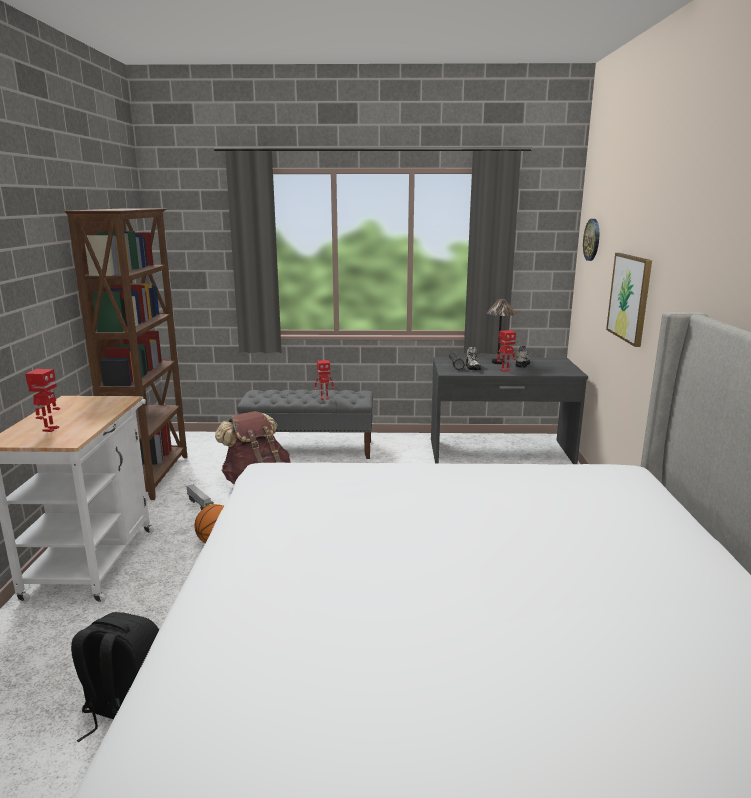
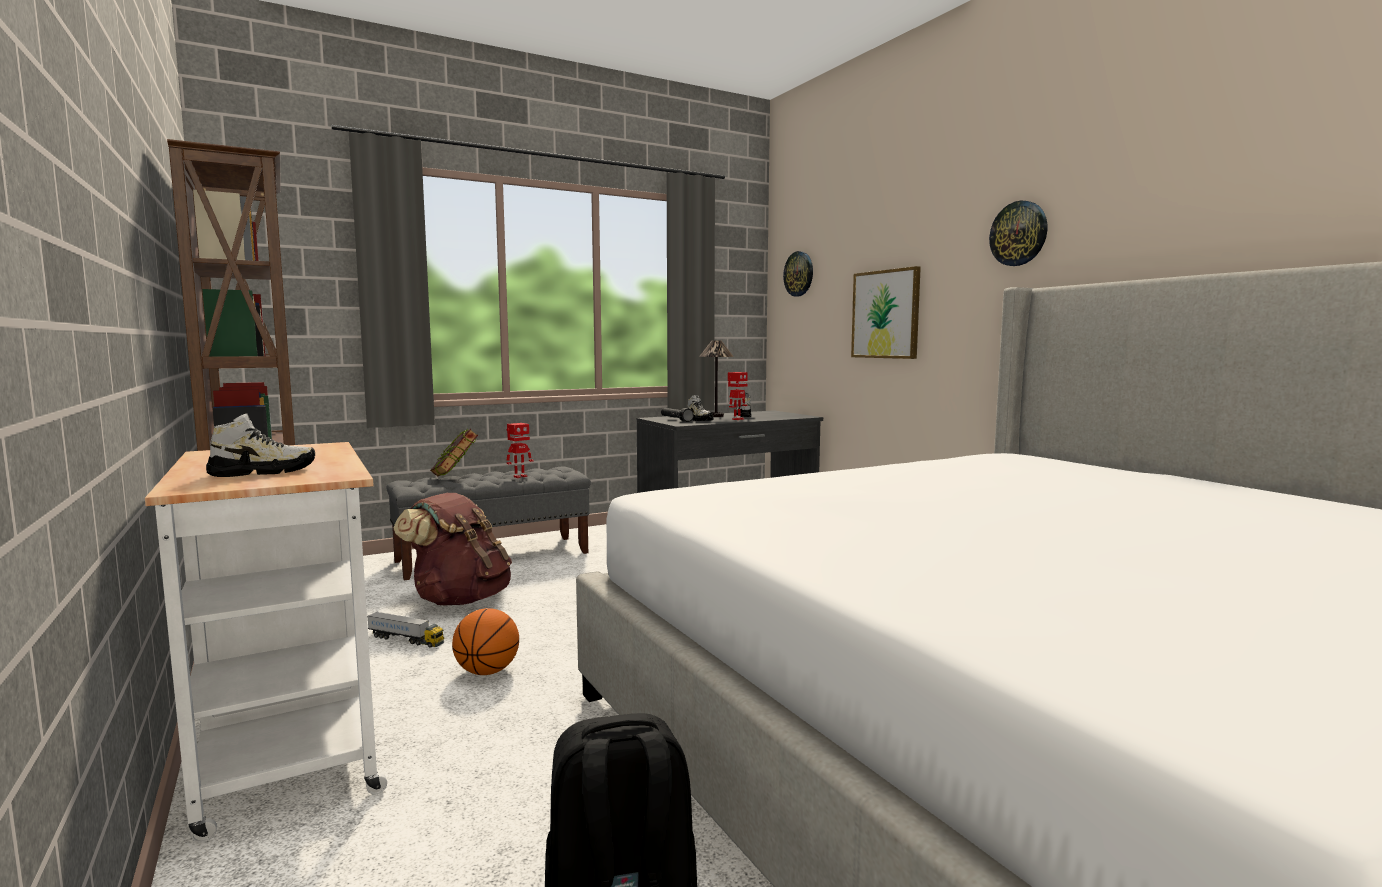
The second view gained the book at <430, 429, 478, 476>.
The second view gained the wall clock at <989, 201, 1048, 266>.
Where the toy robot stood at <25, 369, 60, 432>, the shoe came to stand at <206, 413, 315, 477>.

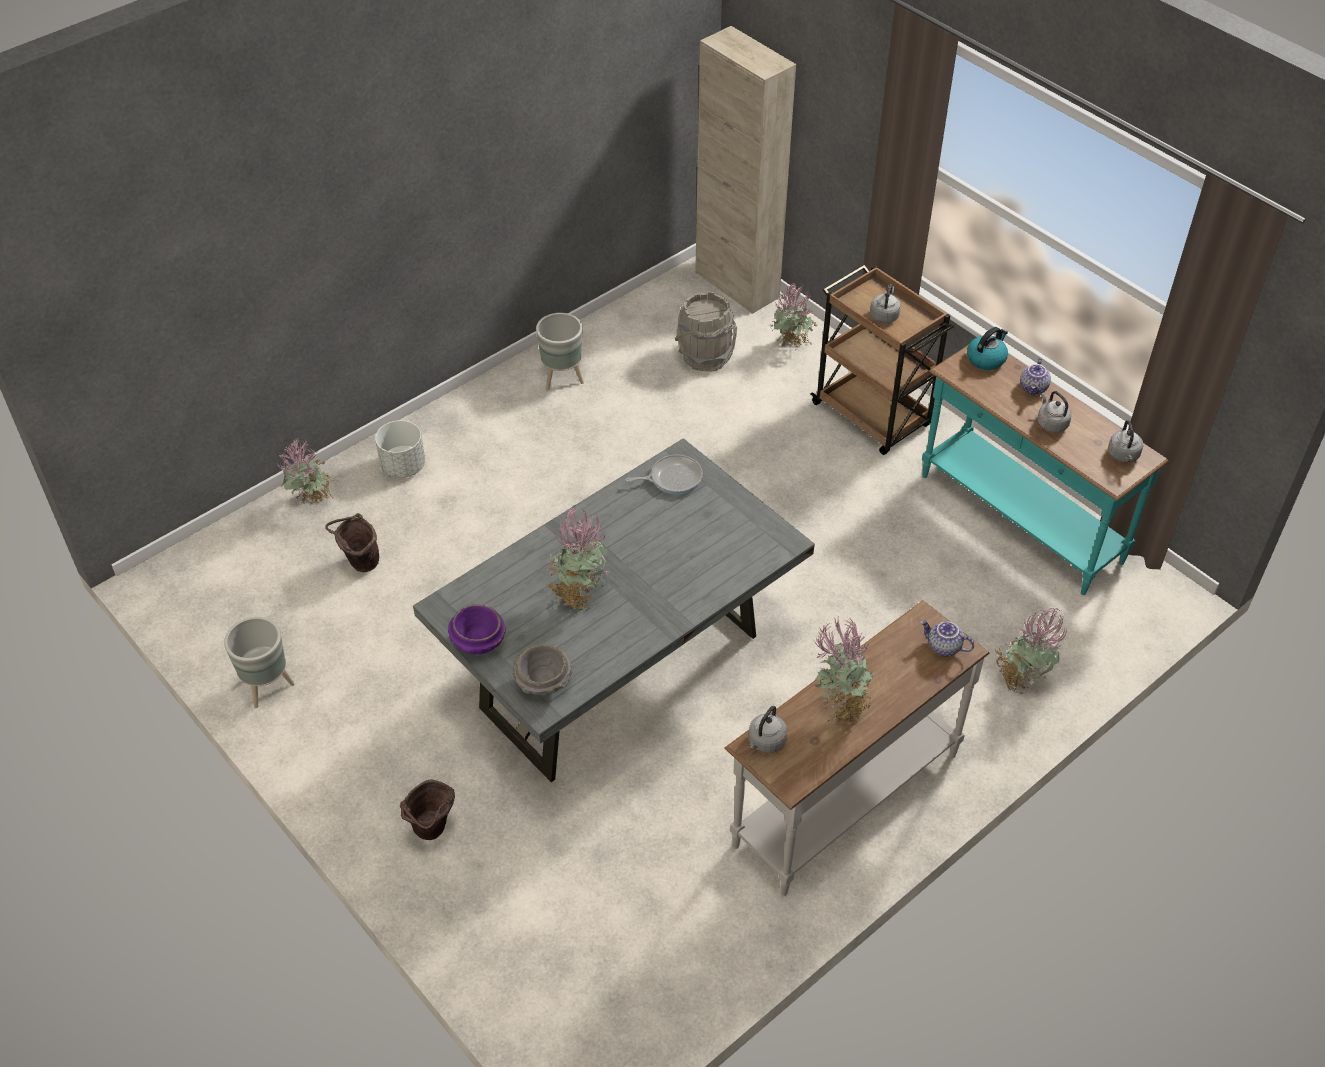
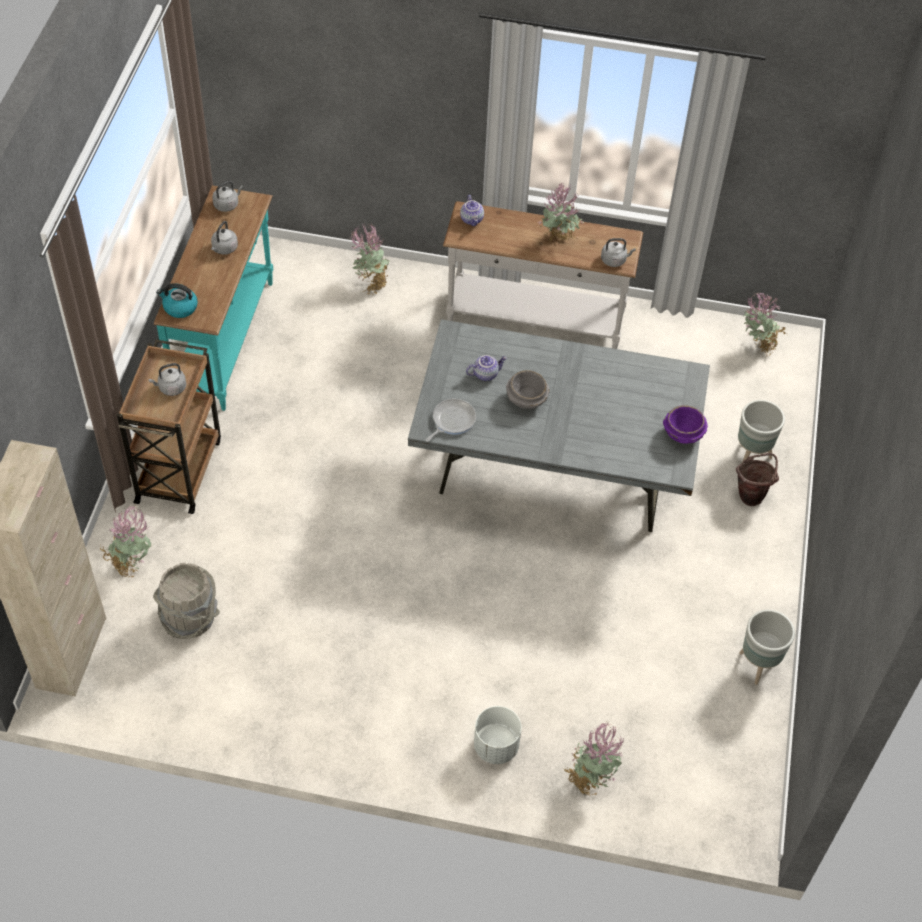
The second view lost the bucket (brown) at <325, 513, 379, 572>.
The bowl (grey) ended up elsewhere, having gone from <513, 644, 572, 695> to <506, 370, 550, 409>.
The planter (grey) ended up elsewhere, having gone from <536, 313, 584, 391> to <738, 400, 785, 463>.
The potted plant ended up elsewhere, having gone from <547, 505, 608, 612> to <743, 292, 786, 356>.
The teapot ended up elsewhere, having gone from <1020, 358, 1051, 395> to <466, 355, 507, 381>.
The frying pan at <626, 455, 703, 494> ended up facing another way, 90 degrees clockwise from before.

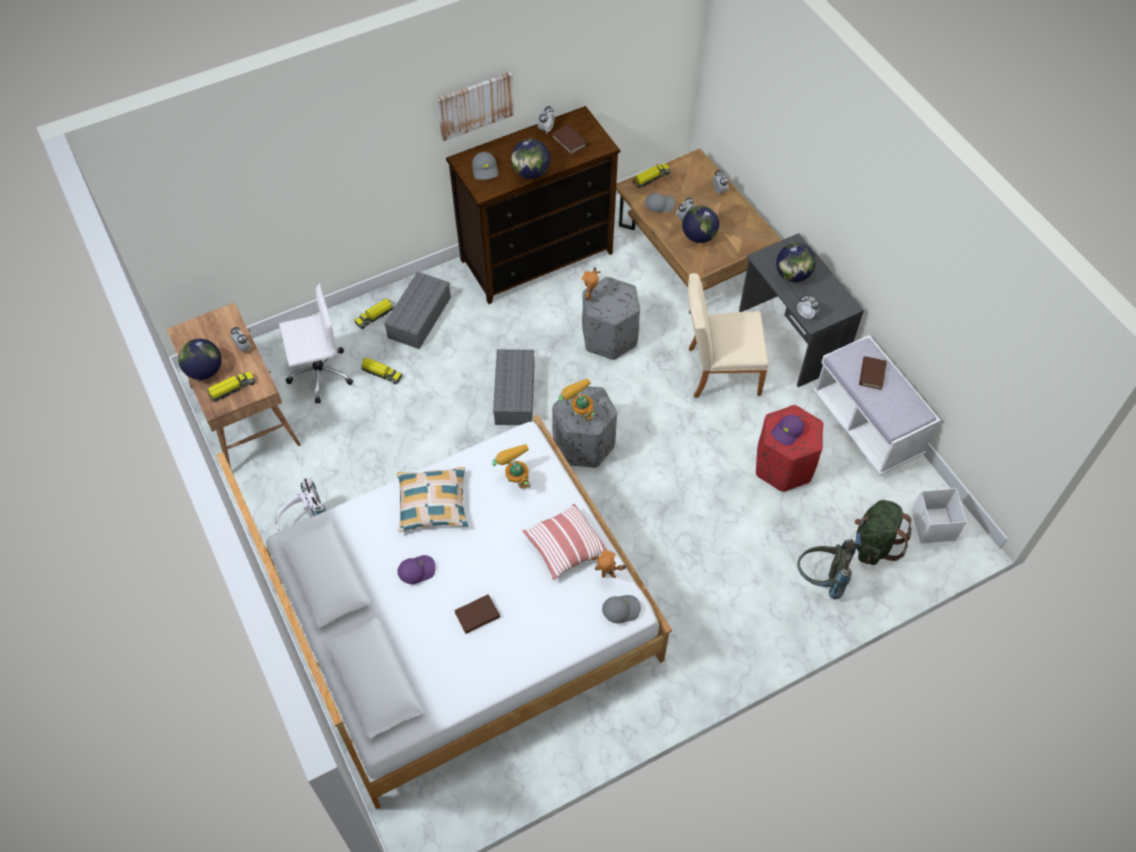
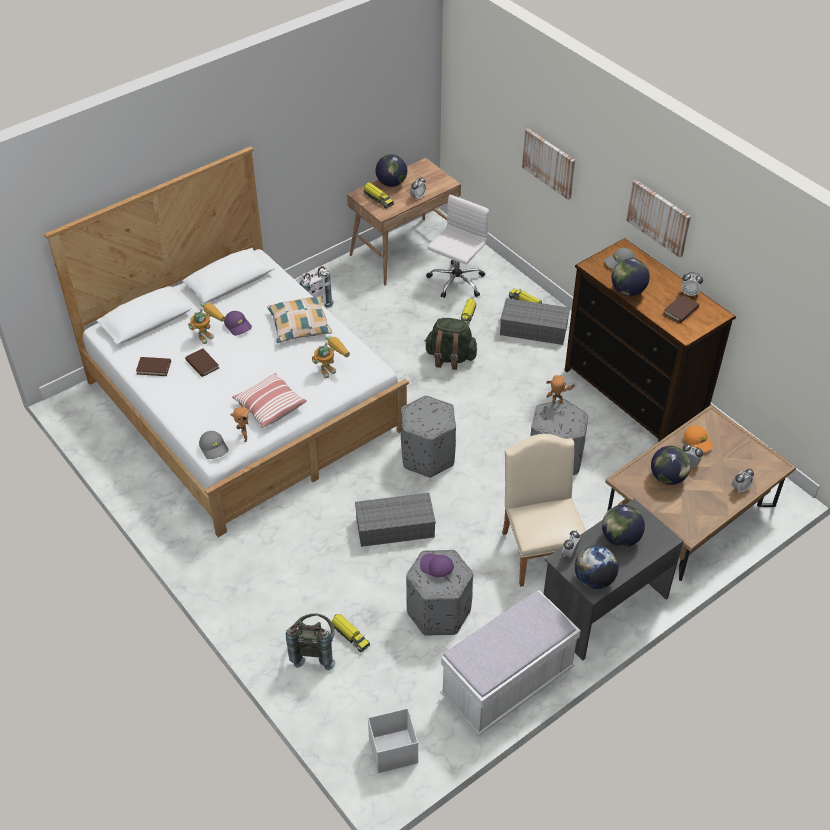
The second view gained the picture at <522, 128, 575, 200>.
The second view gained the globe at <575, 545, 619, 589>.
The storage box (grey) ended up elsewhere, having gone from <493, 349, 534, 425> to <355, 493, 436, 547>.
The toy robot ended up elsewhere, having gone from <558, 379, 595, 421> to <188, 303, 225, 344>.
The toy truck ended up elsewhere, having gone from <632, 163, 670, 188> to <332, 614, 370, 652>.
The backpack (green) ended up elsewhere, having gone from <855, 500, 912, 565> to <424, 318, 477, 370>.
The book (brown) ended up elsewhere, having gone from <859, 356, 887, 390> to <136, 357, 171, 376>.
What was the cap (grey) at <645, 193, 675, 212> turned into the cap (orange) at <684, 426, 713, 452>.
What was the ottoman (red) at <756, 405, 823, 492> turned into the ottoman (grey) at <406, 550, 473, 636>.
The office chair (white) at <279, 284, 353, 404> ended up facing another way, 120 degrees counterclockwise from before.

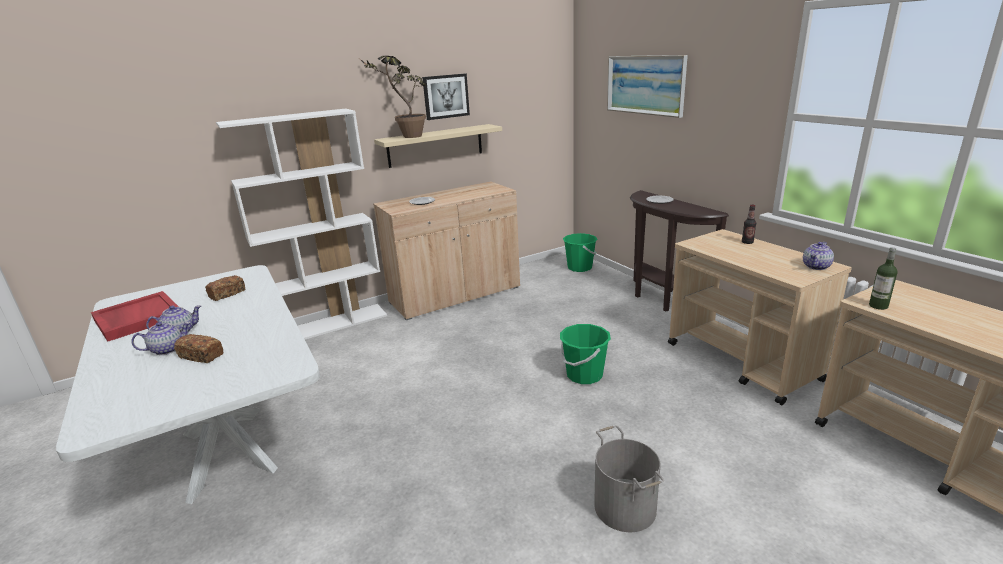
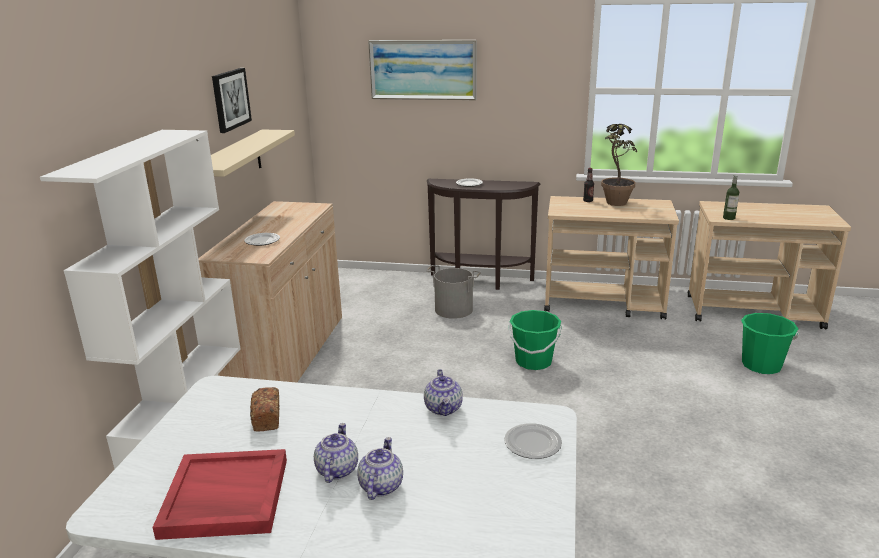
The second view lost the bread at <174, 334, 223, 363>.
The second view gained the plate at <504, 423, 562, 459>.
The potted plant ended up elsewhere, having gone from <360, 56, 426, 138> to <601, 124, 637, 206>.
The bucket (green) ended up elsewhere, having gone from <563, 233, 597, 272> to <741, 313, 798, 374>.
The bucket (grey) ended up elsewhere, having gone from <594, 425, 664, 532> to <426, 265, 481, 319>.
The teapot ended up elsewhere, having gone from <803, 242, 834, 270> to <424, 369, 463, 416>.

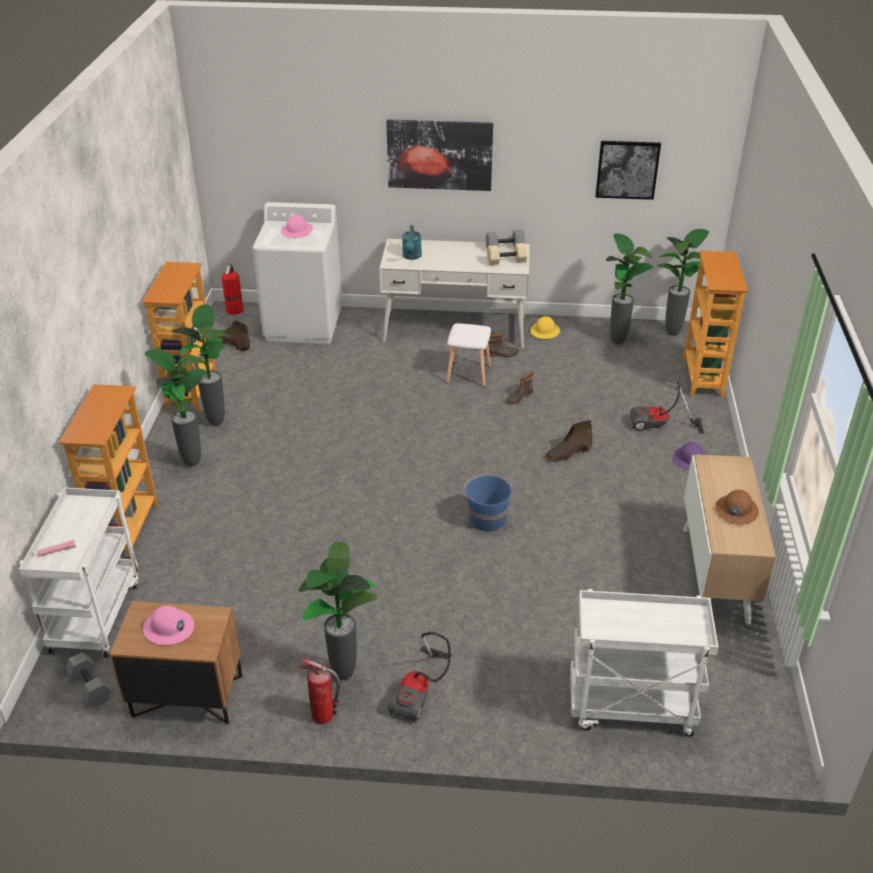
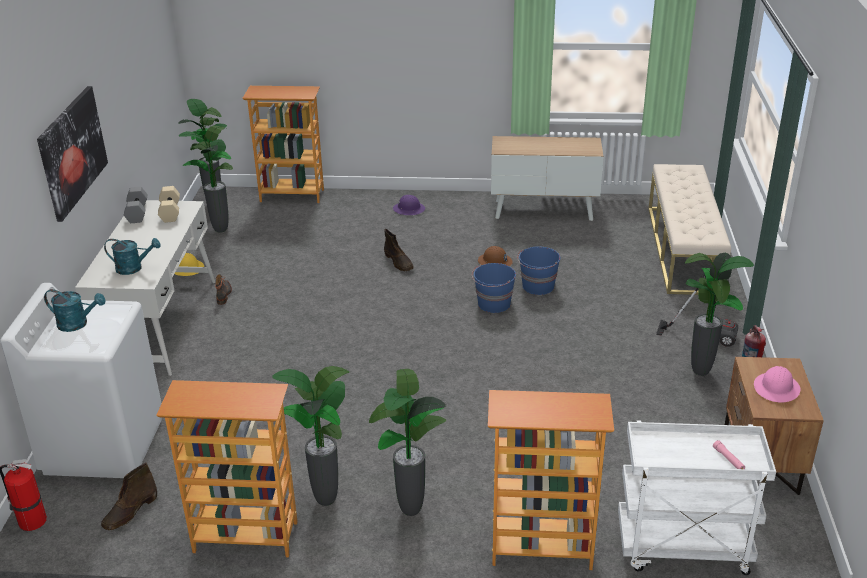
The second view lost the dumbbell (grey) at <66, 652, 111, 707>.
The second view lost the stool (white) at <446, 323, 491, 387>.
The second view lost the boot at <506, 371, 534, 404>.
The second view lost the picture at <595, 141, 661, 200>.
The second view lost the vacuum cleaner at <630, 381, 704, 434>.
The second view gained the bucket (blue) at <517, 246, 560, 295>.
The hard hat (brown) ended up elsewhere, having gone from <715, 490, 759, 525> to <478, 246, 513, 266>.
Where the hard hat (pink) stood at <281, 215, 313, 238>, the watering can (turquoise) came to stand at <44, 289, 106, 332>.
Where the cart (white) stood at <570, 589, 718, 737>, the bench (beige) came to stand at <649, 164, 731, 295>.

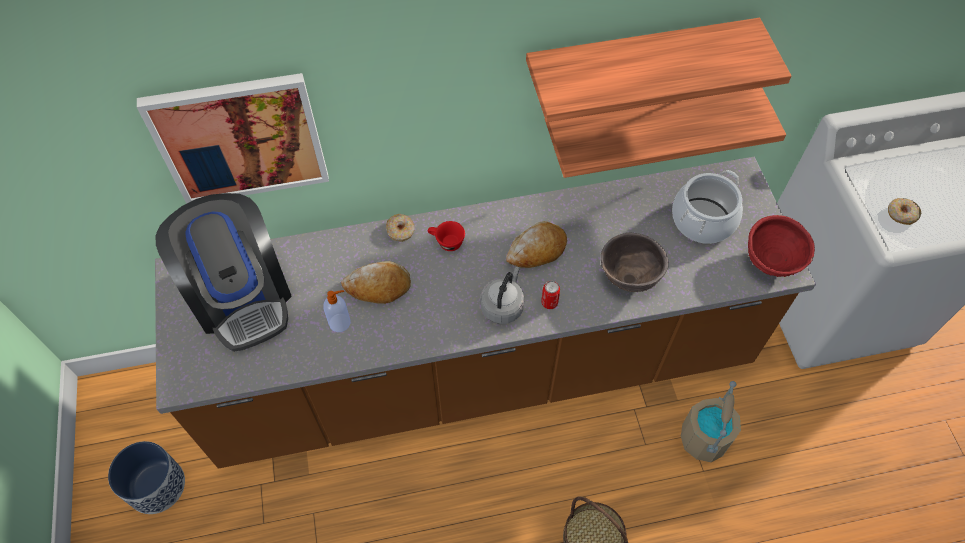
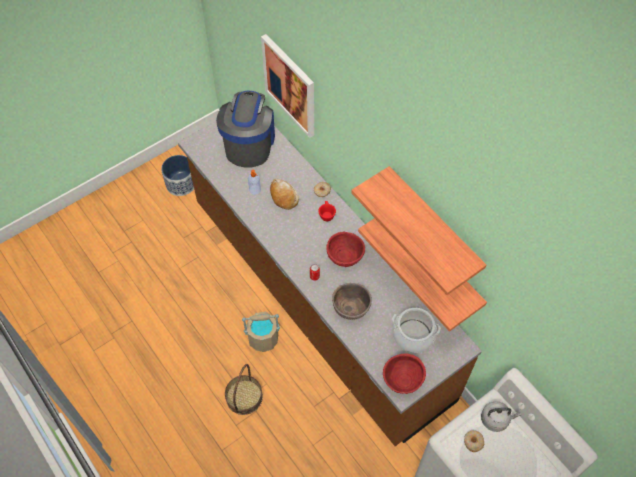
The kettle (grey) ended up elsewhere, having gone from <480, 267, 525, 324> to <481, 401, 521, 432>.
The bucket (beige) ended up elsewhere, having gone from <681, 381, 741, 463> to <242, 312, 280, 352>.
Where the bread stood at <506, 221, 567, 268>, the bowl (red) came to stand at <326, 232, 365, 267>.
The coffee machine at <155, 193, 292, 352> ended up facing another way, 150 degrees clockwise from before.

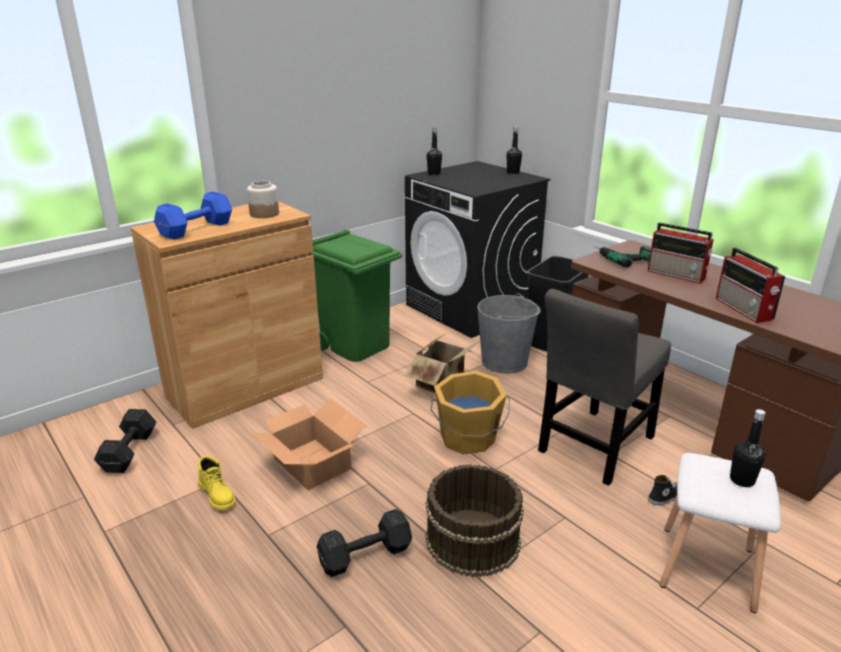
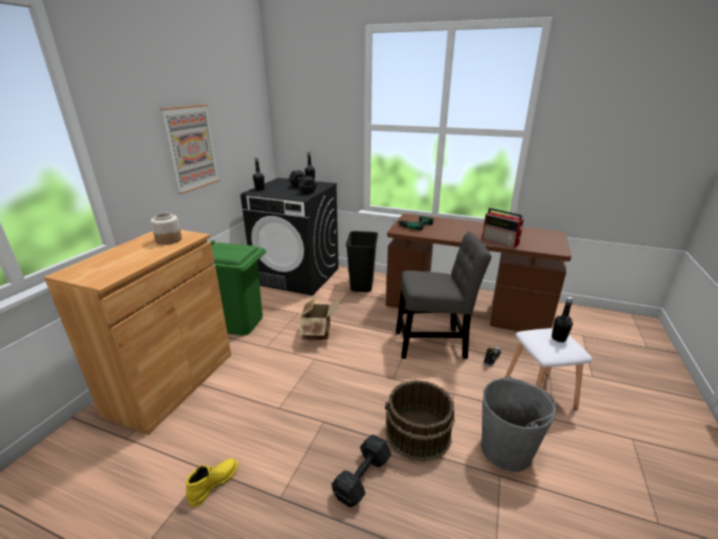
The second view lost the dumbbell (blue) at <154, 191, 232, 240>.
The second view lost the cardboard box at <250, 398, 366, 490>.
The second view lost the bucket (orange) at <430, 371, 510, 454>.
The second view lost the radio at <648, 222, 714, 284>.
The second view gained the picture at <161, 104, 220, 194>.
The dumbbell (black) ended up elsewhere, having gone from <94, 409, 156, 473> to <289, 170, 317, 194>.
The bucket (grey) ended up elsewhere, having gone from <477, 293, 541, 374> to <481, 376, 557, 472>.
The boot (yellow) at <198, 456, 235, 510> ended up facing another way, 75 degrees counterclockwise from before.
The chair (grey) at <538, 289, 671, 486> ended up facing another way, 105 degrees counterclockwise from before.

